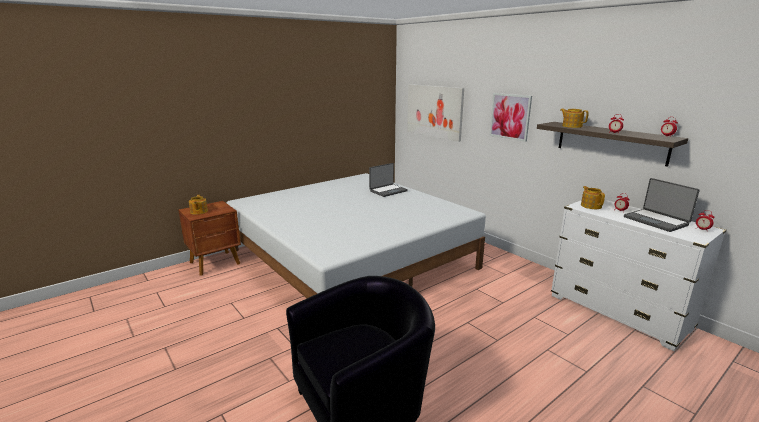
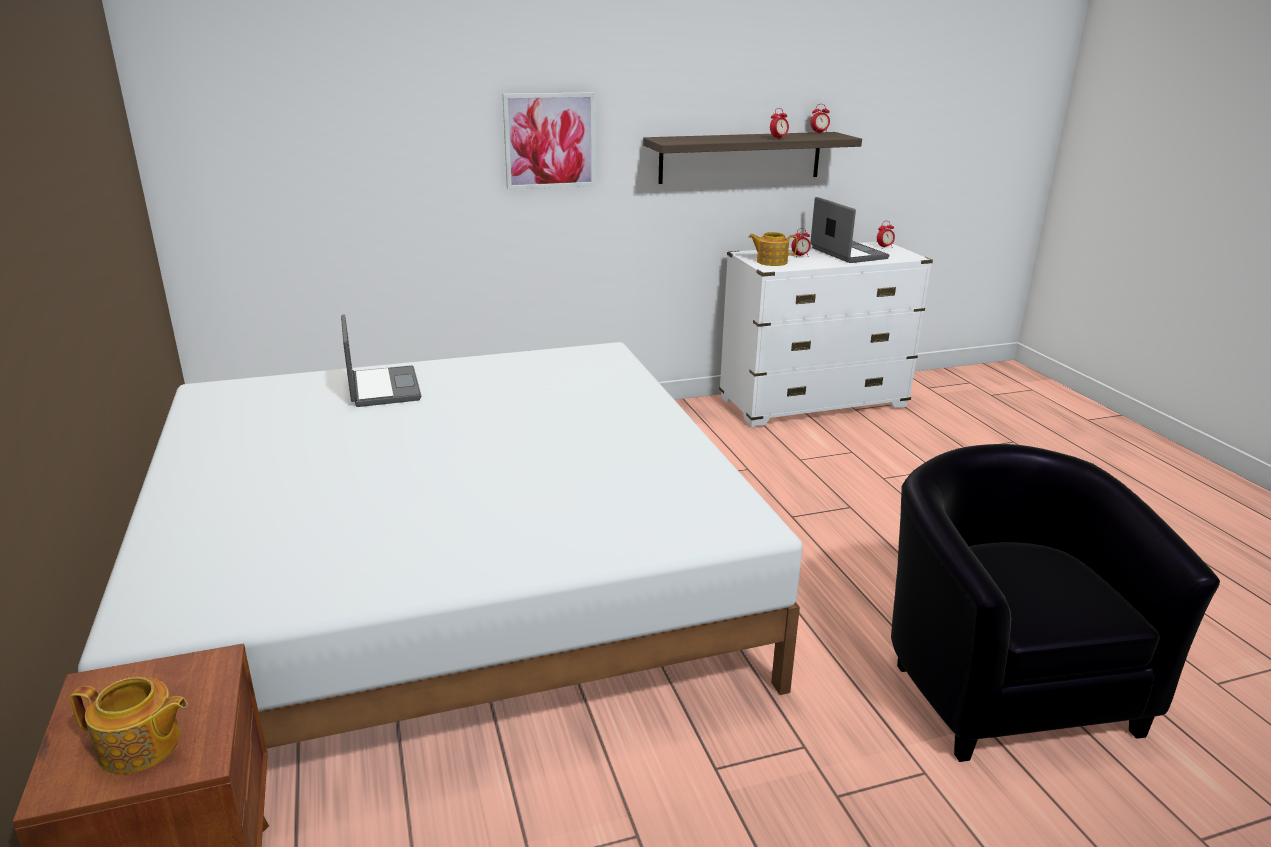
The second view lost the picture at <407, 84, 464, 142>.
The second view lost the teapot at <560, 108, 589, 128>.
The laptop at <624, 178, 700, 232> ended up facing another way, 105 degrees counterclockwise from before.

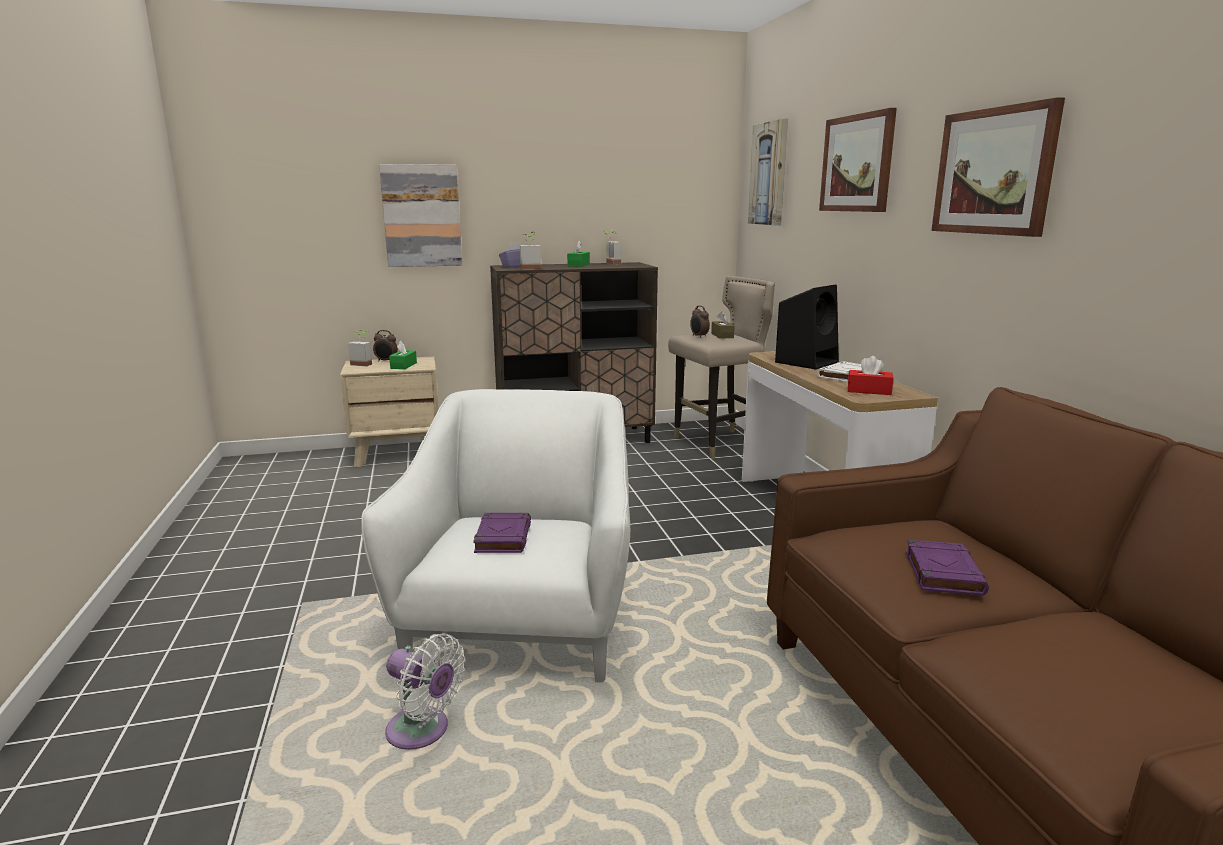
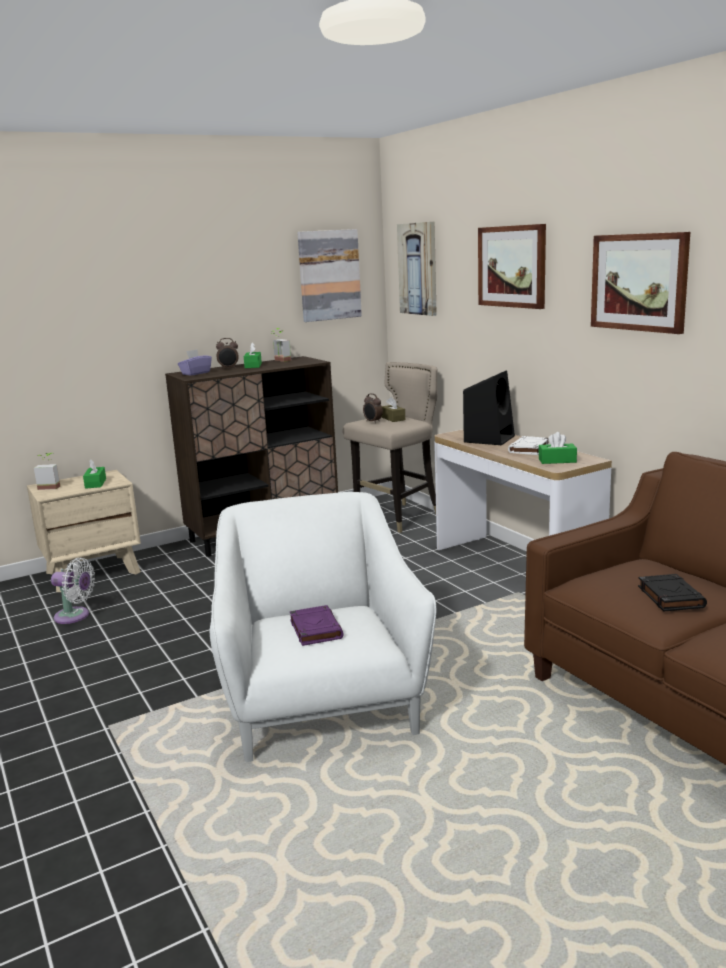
The second view lost the potted plant at <520, 232, 541, 270>.
The alarm clock ended up elsewhere, having gone from <373, 330, 398, 362> to <216, 338, 239, 369>.
The picture ended up elsewhere, having gone from <379, 164, 462, 267> to <297, 229, 362, 322>.
The fan (white) ended up elsewhere, having gone from <385, 634, 465, 750> to <51, 558, 95, 624>.
What was the tissue box (red) at <848, 356, 894, 395> turned into the tissue box (green) at <539, 432, 577, 464>.
What was the book (purple) at <906, 540, 989, 596> turned into the book (black) at <638, 574, 707, 611>.

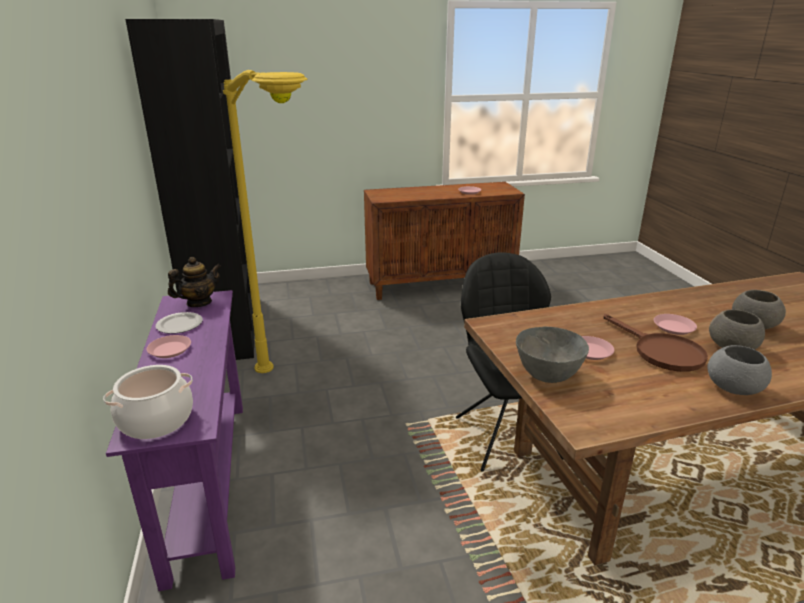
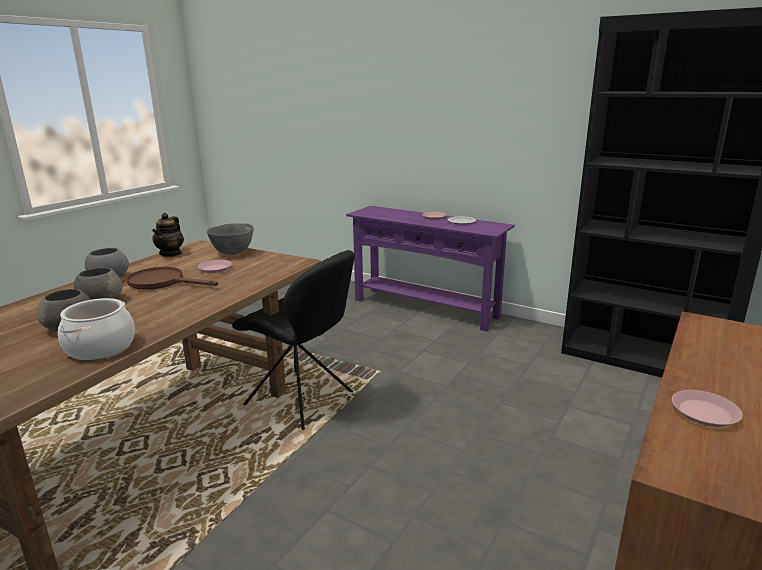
The second view lost the floor lamp (yellow) at <223, 70, 307, 373>.
The second view lost the plate (pink) at <654, 314, 697, 335>.
The cooking pot ended up elsewhere, having gone from <103, 365, 193, 439> to <58, 298, 135, 360>.
The teapot ended up elsewhere, having gone from <168, 257, 221, 307> to <152, 213, 184, 257>.

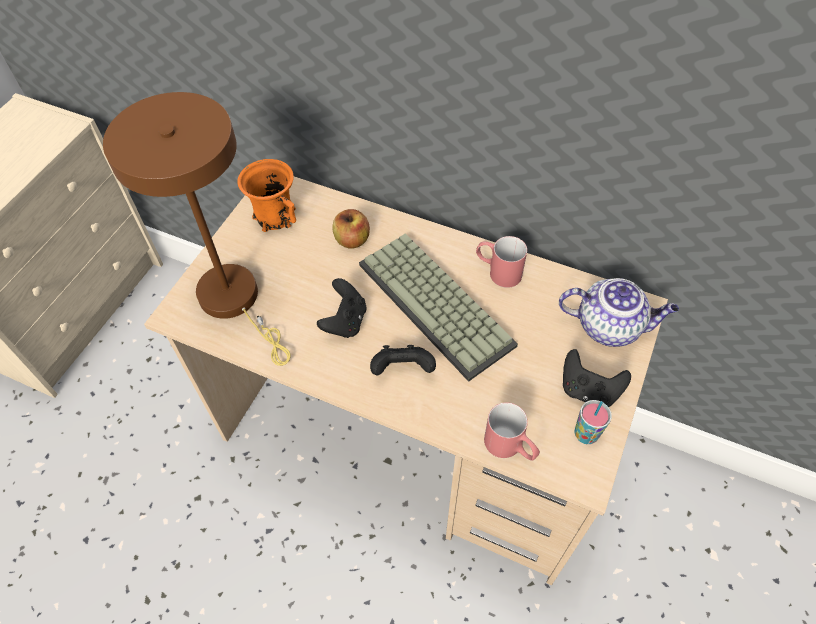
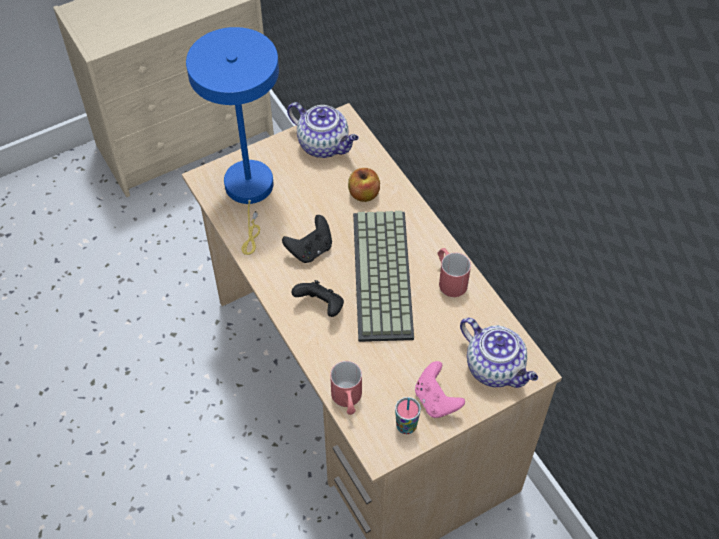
Where the mug (orange) stood at <237, 159, 296, 232>, the teapot came to stand at <287, 102, 359, 158>.
What was the table lamp (brown) at <103, 92, 291, 366> turned into the table lamp (blue) at <186, 27, 279, 255>.
What was the game controller (black) at <563, 349, 631, 407> turned into the game controller (pink) at <415, 361, 465, 418>.

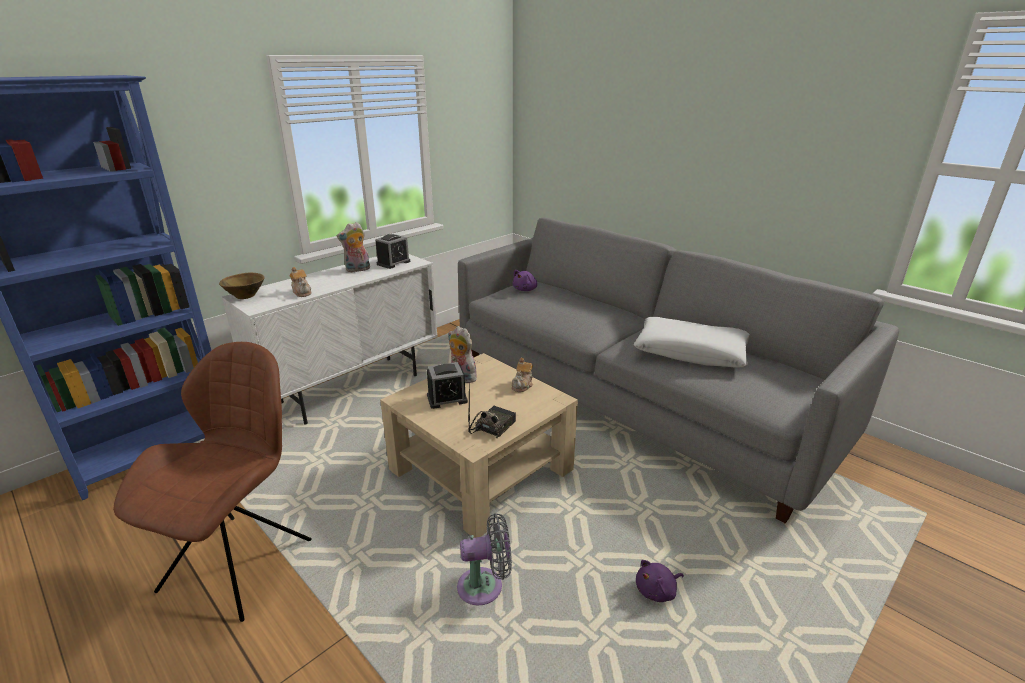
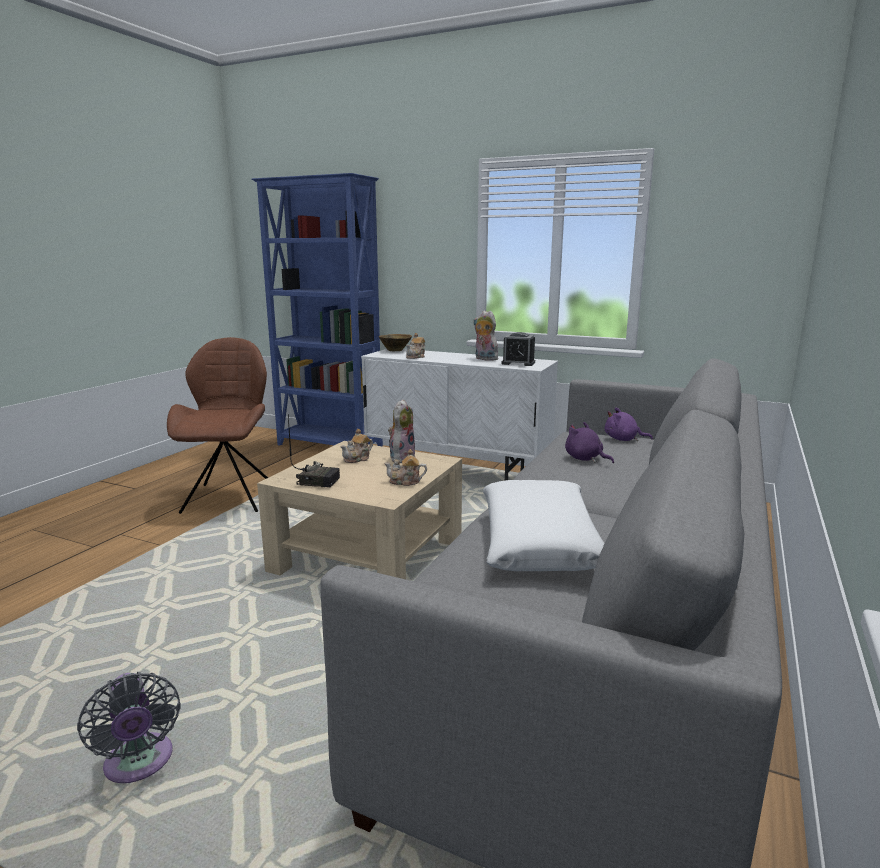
The fan (grey) ended up elsewhere, having gone from <457, 513, 512, 605> to <77, 672, 181, 783>.
The plush toy (purple) ended up elsewhere, having gone from <636, 560, 684, 602> to <565, 422, 614, 463>.
Where the alarm clock stood at <427, 362, 468, 409>, the teapot came to stand at <340, 429, 373, 463>.
The chair (brown) at <113, 342, 312, 622> ended up facing another way, 90 degrees counterclockwise from before.

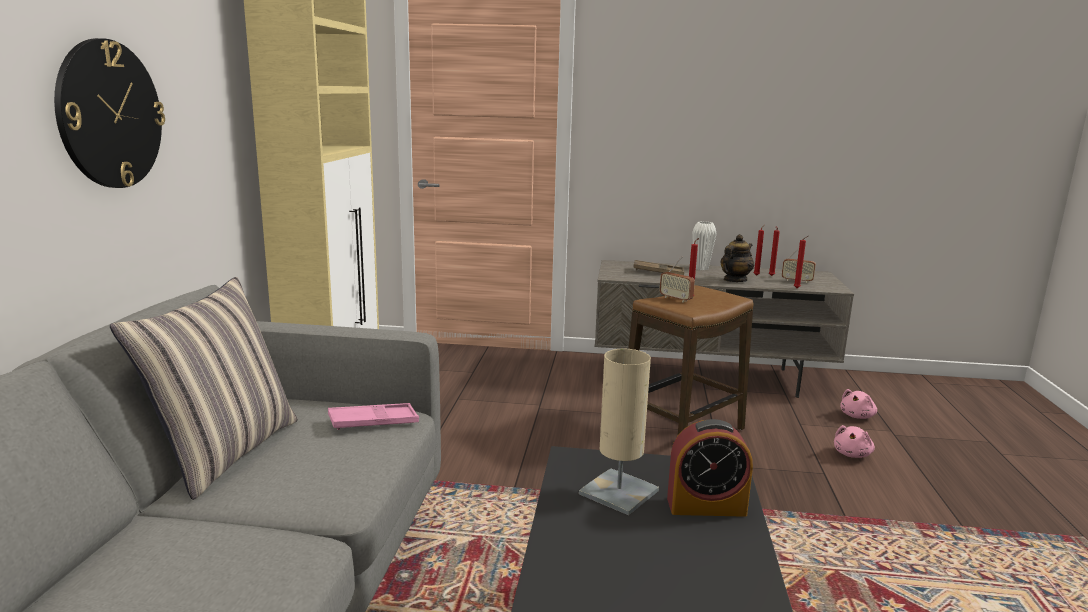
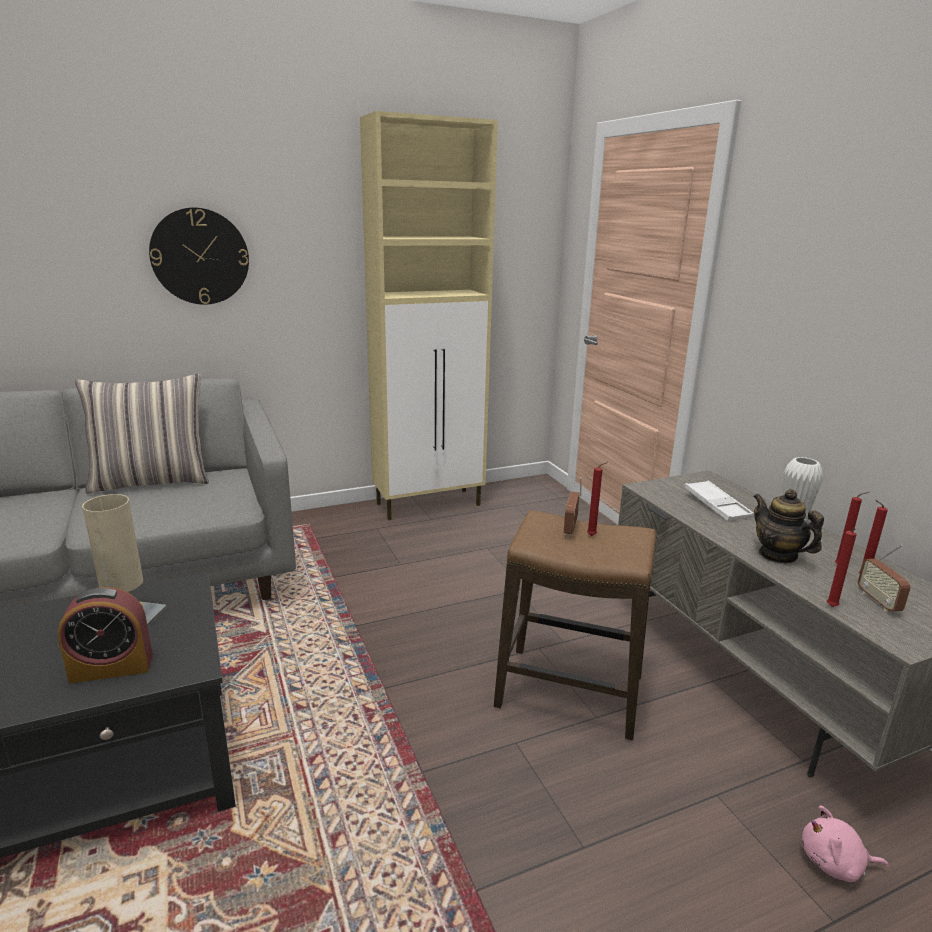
The second view lost the tray (pink) at <328, 403, 419, 430>.
The second view lost the plush toy (pink) at <834, 425, 875, 458>.
What was the tray (brown) at <633, 260, 684, 275> turned into the tray (white) at <684, 481, 754, 521>.
The alarm clock at <667, 419, 753, 517> ended up facing another way, 75 degrees counterclockwise from before.
The teapot at <721, 234, 754, 282> ended up facing another way, 135 degrees counterclockwise from before.

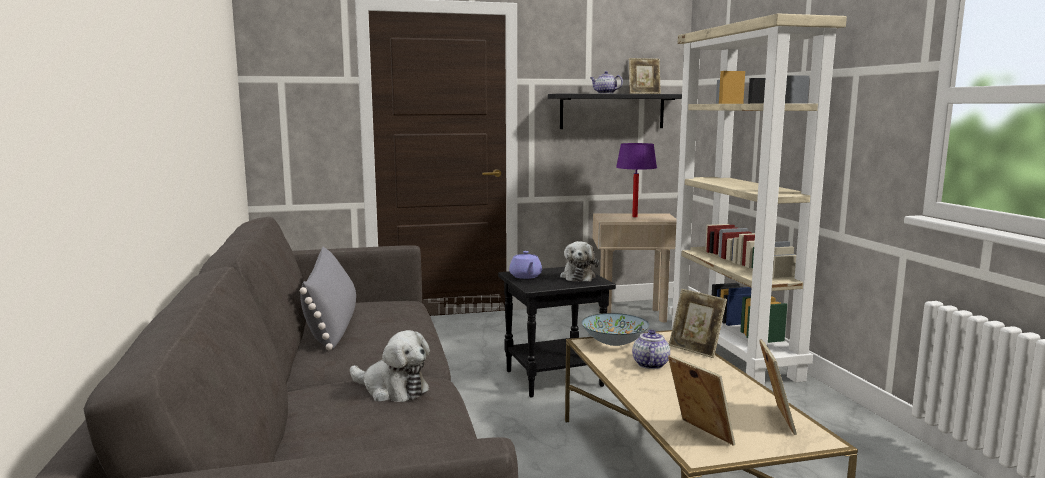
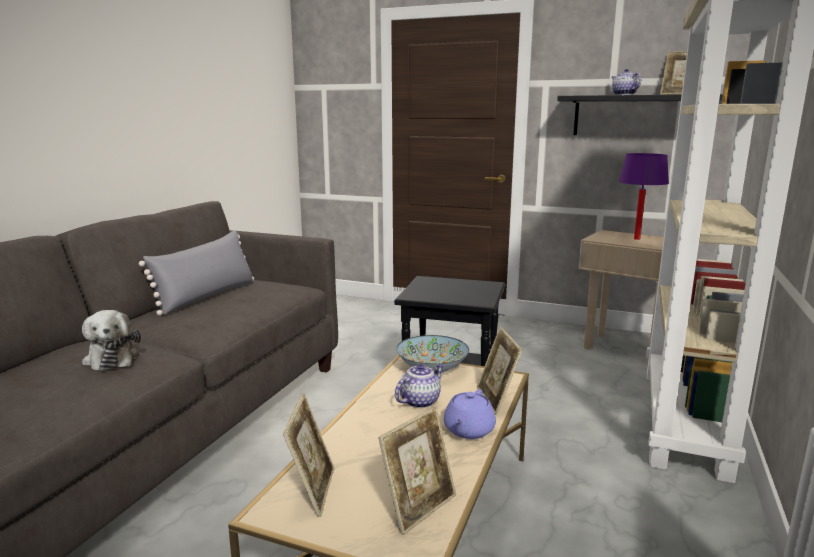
The second view lost the plush toy at <560, 241, 599, 282>.
The teapot (purple) ended up elsewhere, having gone from <509, 251, 542, 279> to <444, 389, 496, 439>.

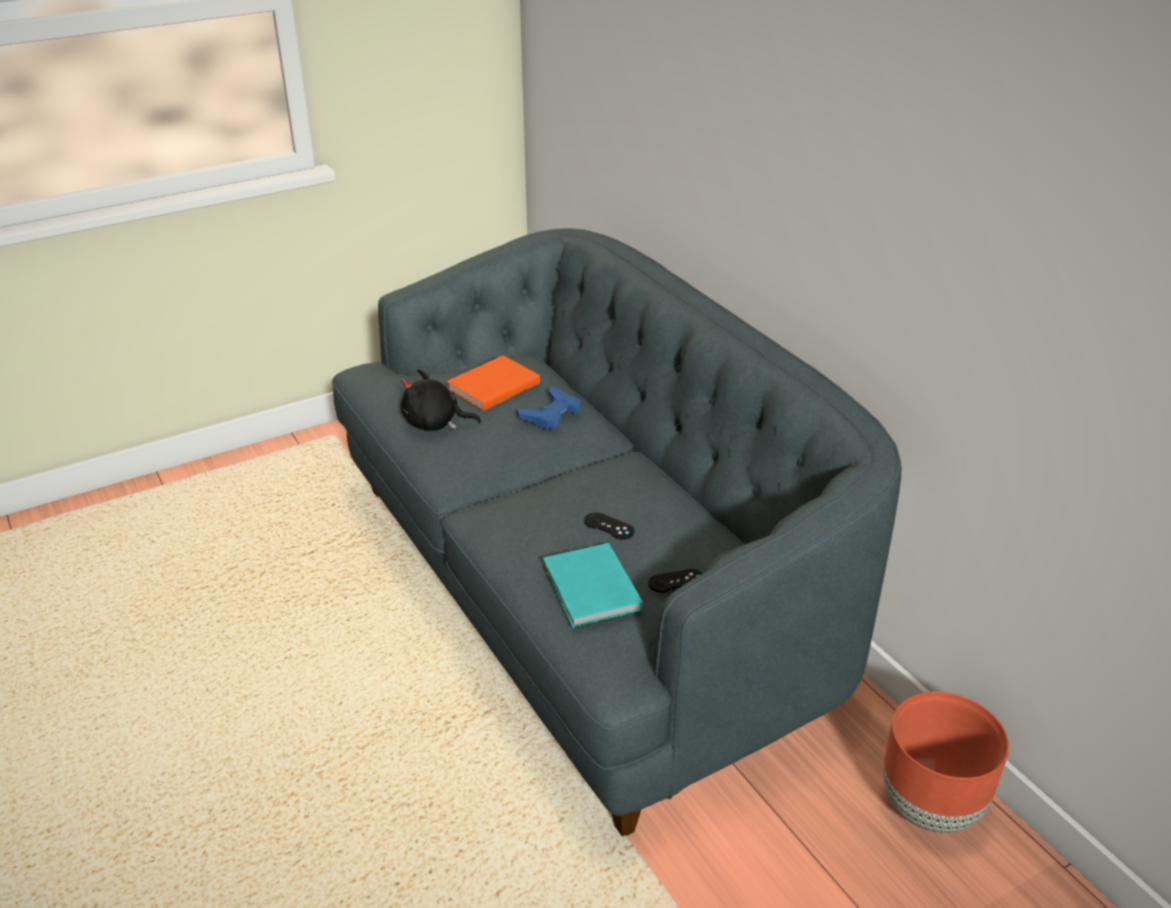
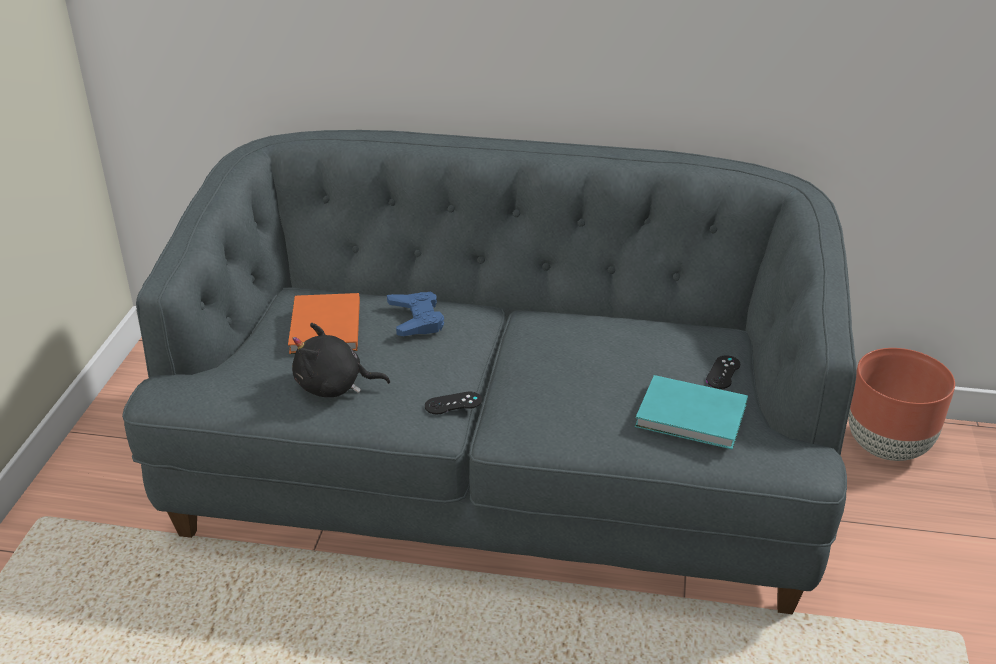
The game controller (black) ended up elsewhere, having gone from <584, 513, 634, 540> to <425, 391, 482, 414>.
The plush toy (black) at <401, 369, 481, 431> ended up facing another way, 45 degrees clockwise from before.

